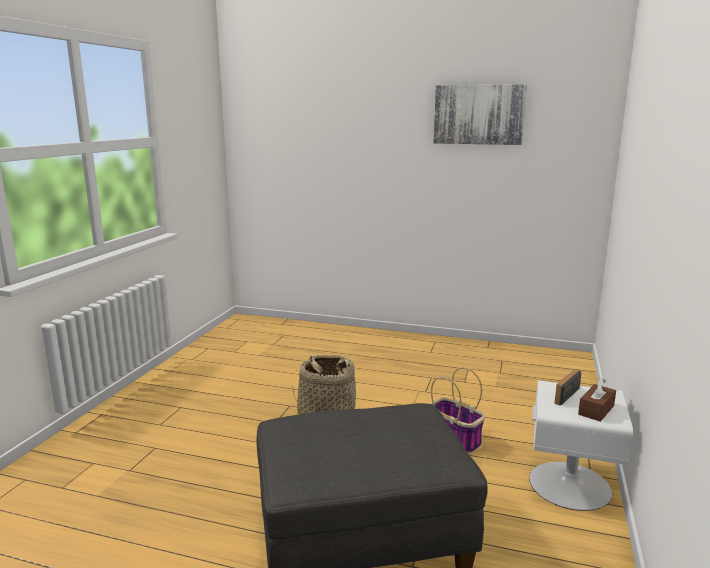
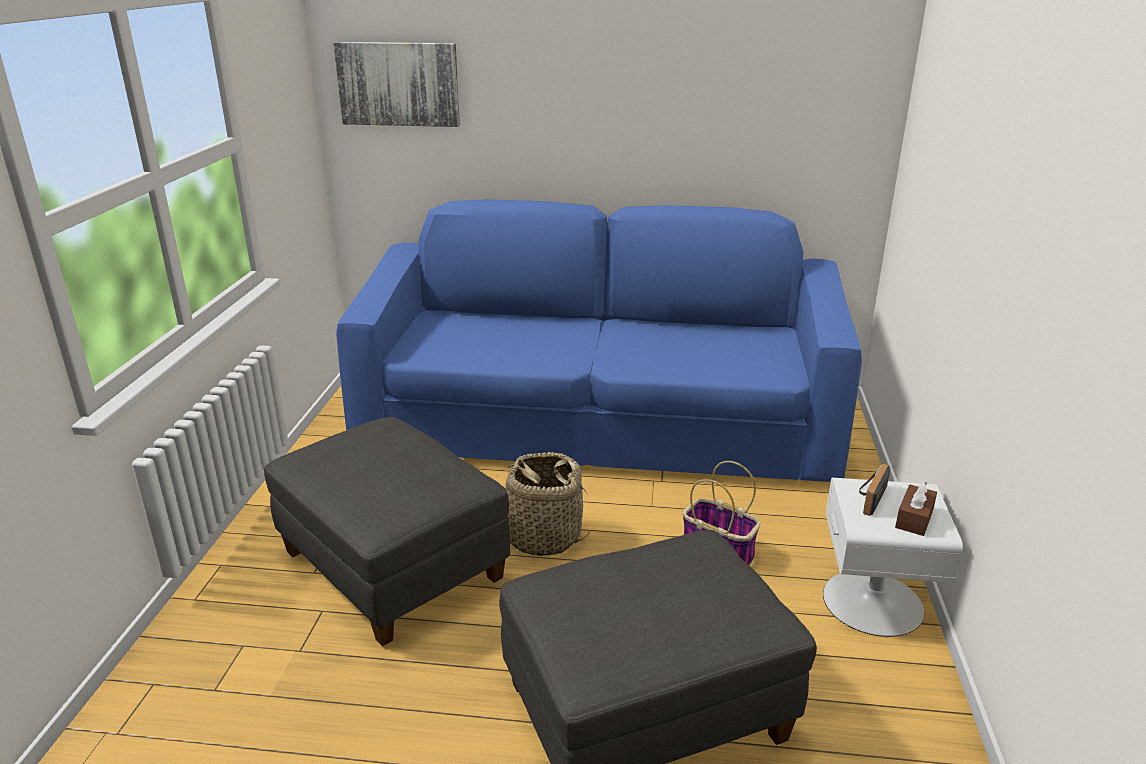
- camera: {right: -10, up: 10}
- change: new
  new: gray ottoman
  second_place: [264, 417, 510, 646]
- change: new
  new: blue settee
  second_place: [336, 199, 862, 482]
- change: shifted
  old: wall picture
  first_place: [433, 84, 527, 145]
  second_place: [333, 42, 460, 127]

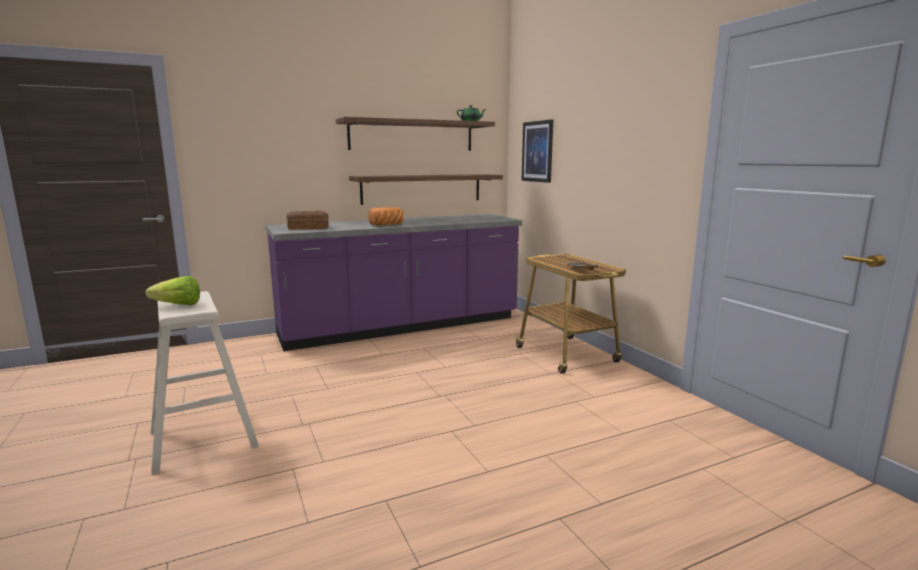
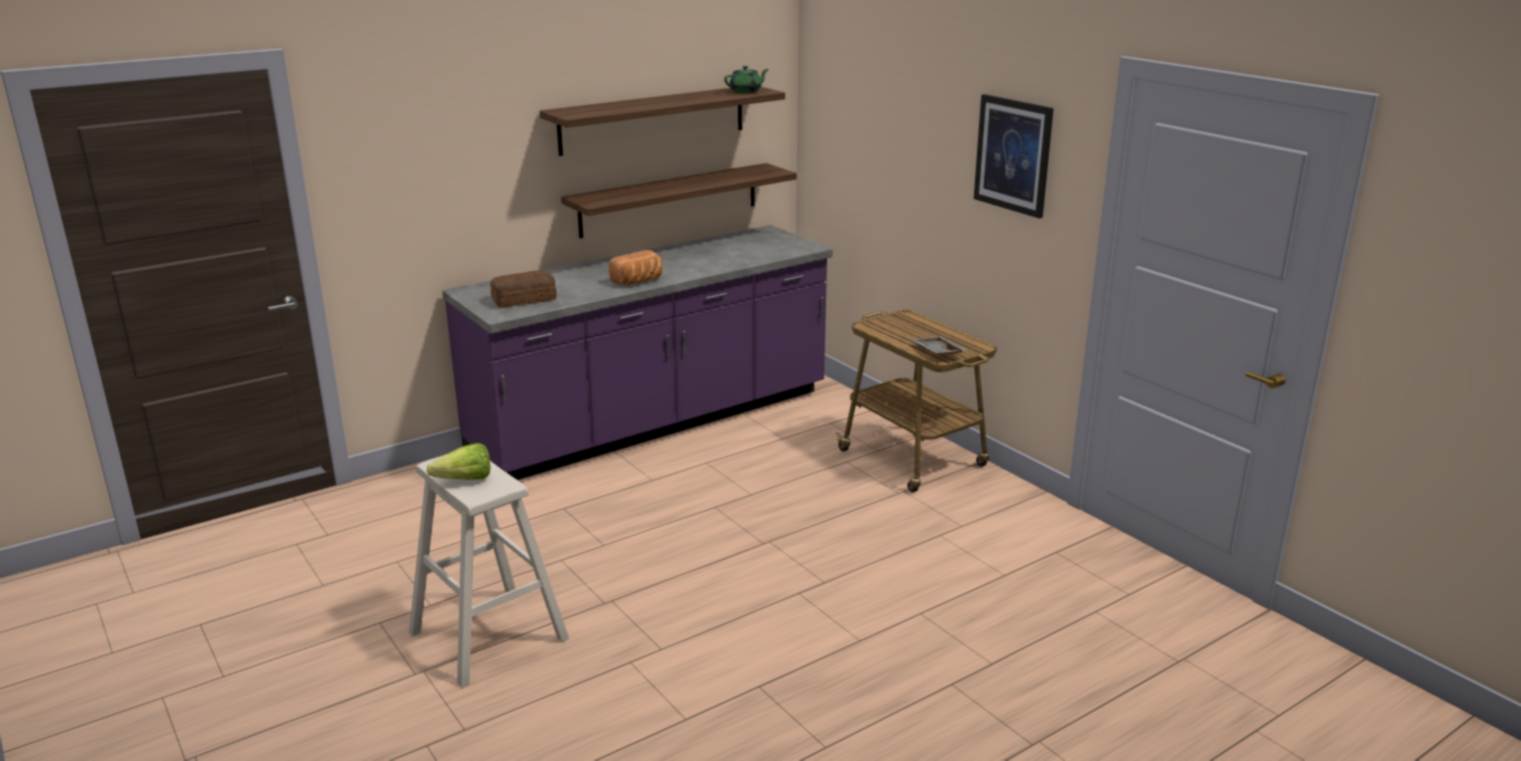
- camera: {right: -10, up: 10}
- change: shifted
  old: wall picture
  first_place: [521, 119, 553, 183]
  second_place: [974, 94, 1054, 219]

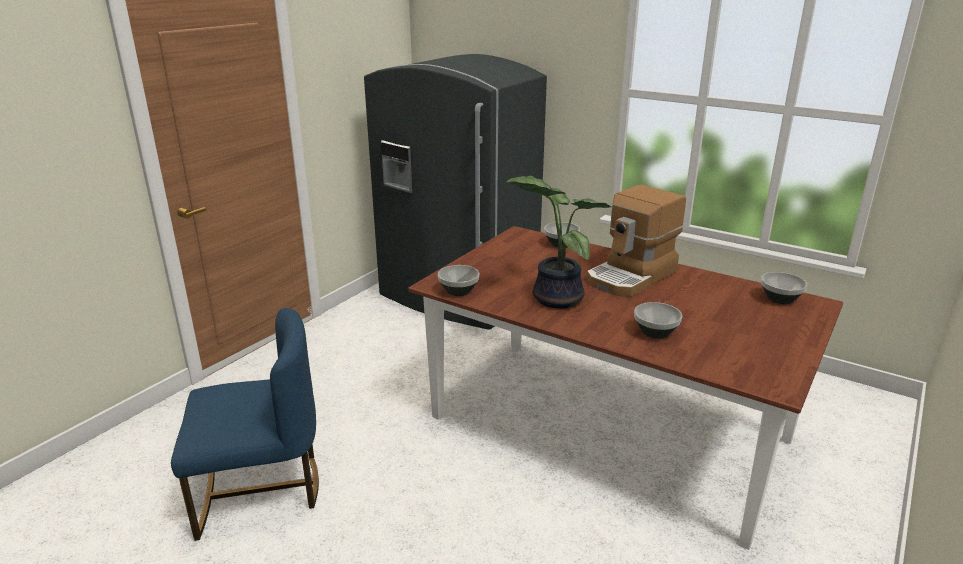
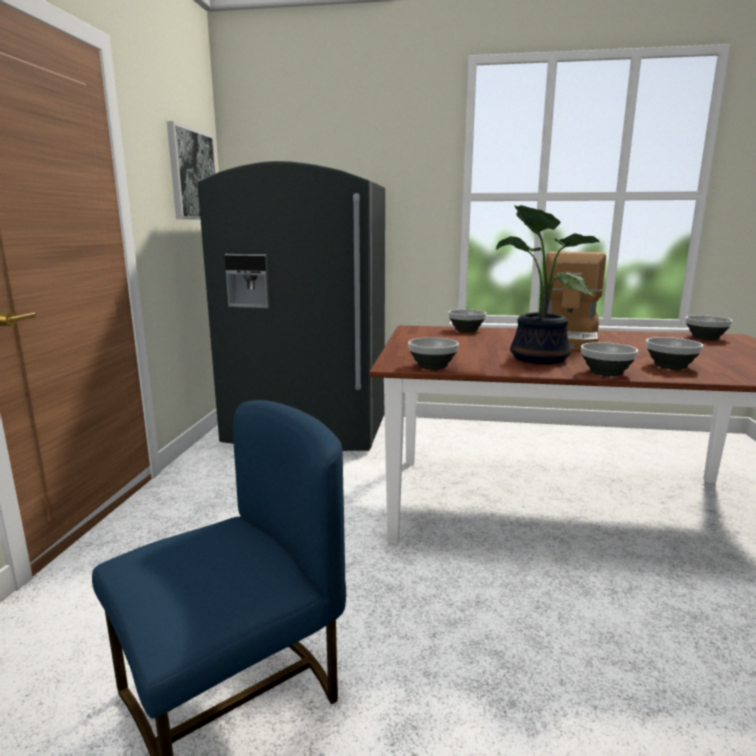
- camera: {right: -25, up: -10}
- change: new
  new: wall picture
  second_place: [167, 121, 217, 220]
- change: new
  new: serving bowl
  second_place: [581, 342, 638, 376]

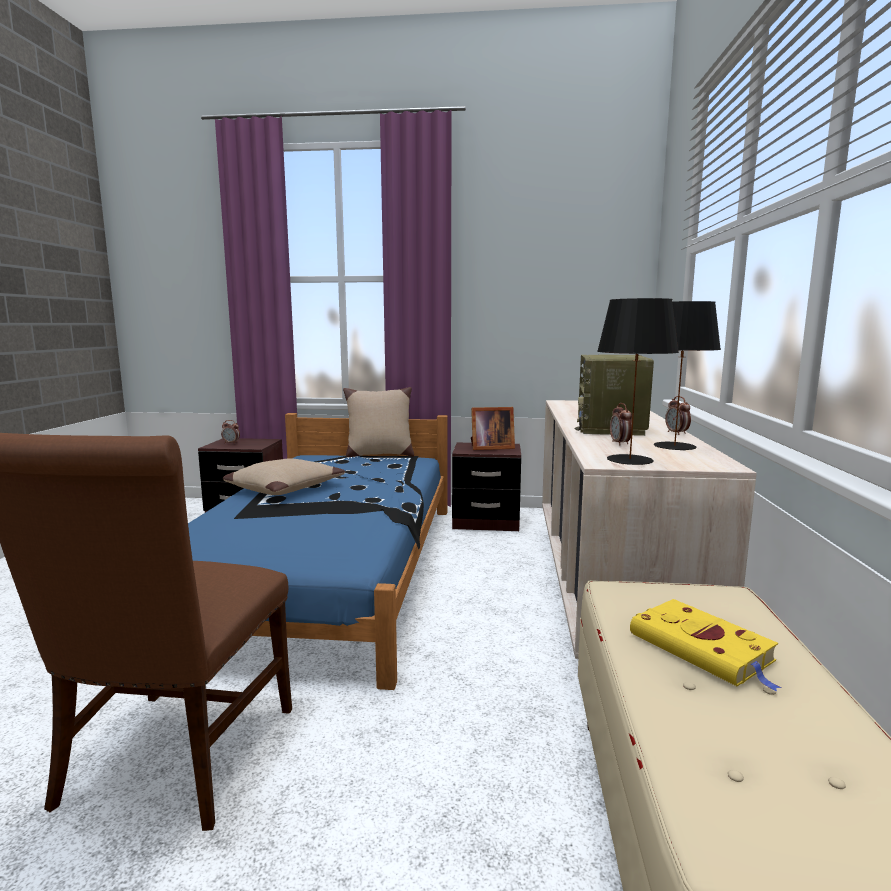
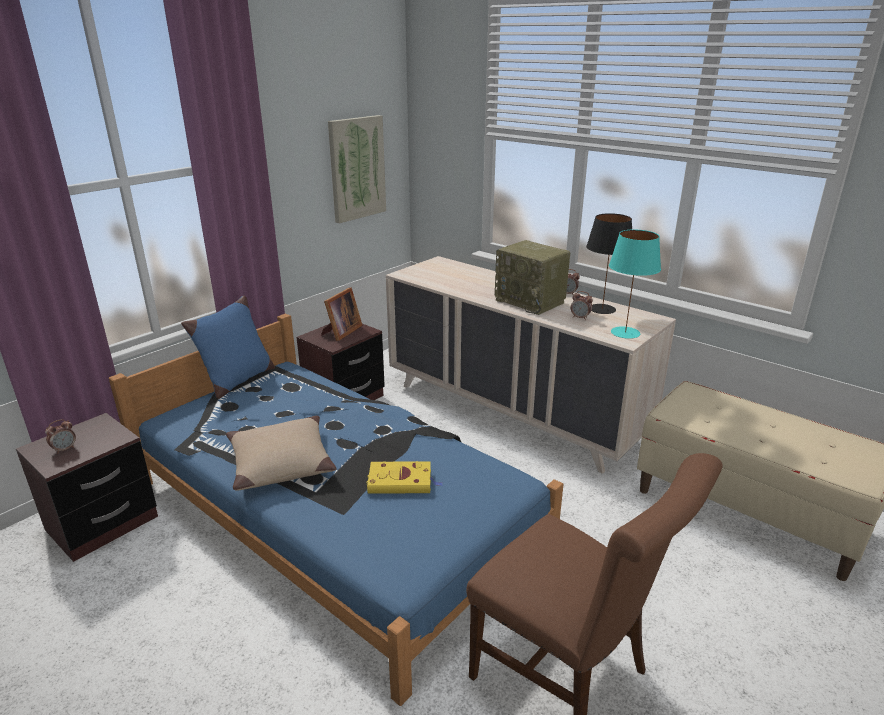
- camera: {right: -55, up: 15}
- change: new
  new: wall picture
  second_place: [328, 115, 386, 224]
- change: shifted
  old: yellowish book
  first_place: [630, 599, 781, 691]
  second_place: [367, 461, 443, 494]
- change: repainted
  old: beige cushion
  new: blue cushion
  first_place: [343, 387, 414, 457]
  second_place: [181, 296, 275, 399]
- change: repainted
  old: blackish tabletop lamp
  new: blue-green tabletop lamp
  first_place: [597, 298, 679, 465]
  second_place: [609, 230, 661, 339]

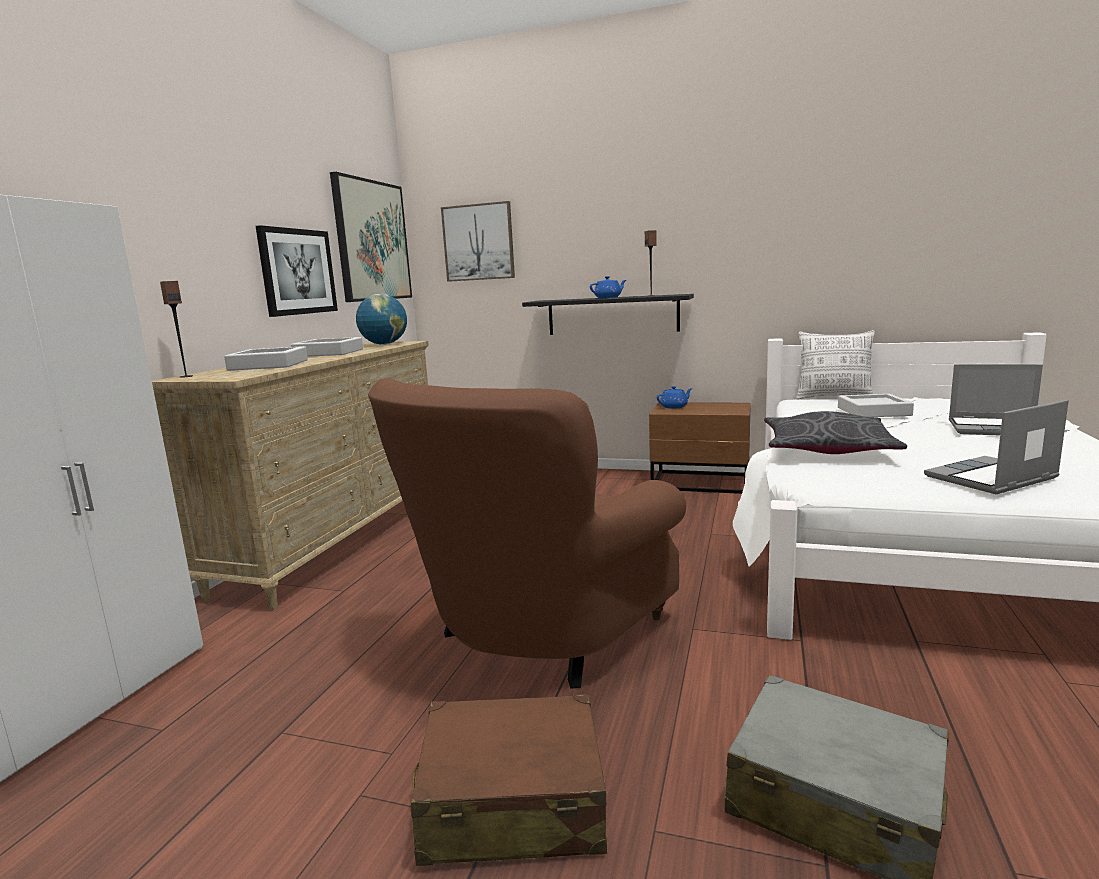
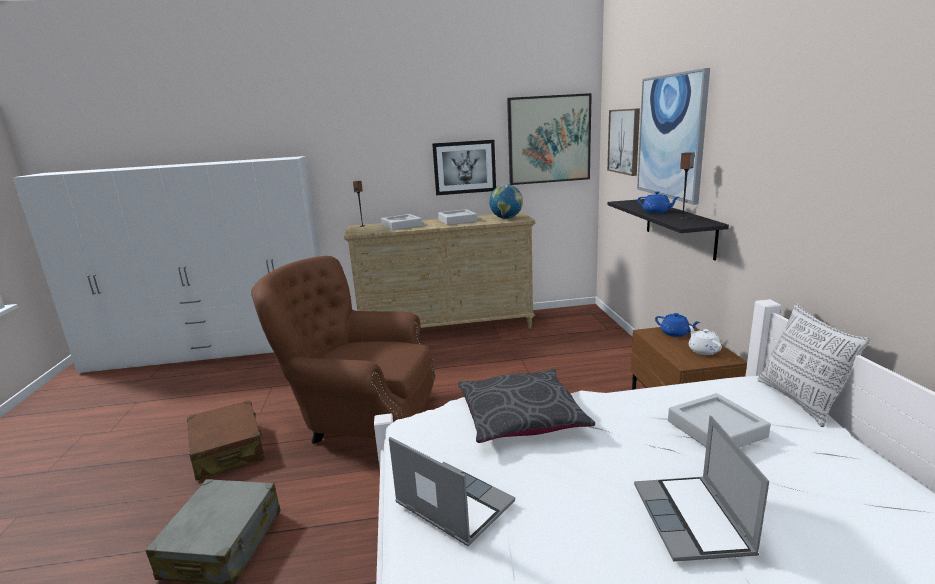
- camera: {right: 65, up: 5}
- change: new
  new: wall picture
  second_place: [637, 68, 710, 205]
- change: new
  new: white pot for tea
  second_place: [689, 325, 722, 355]

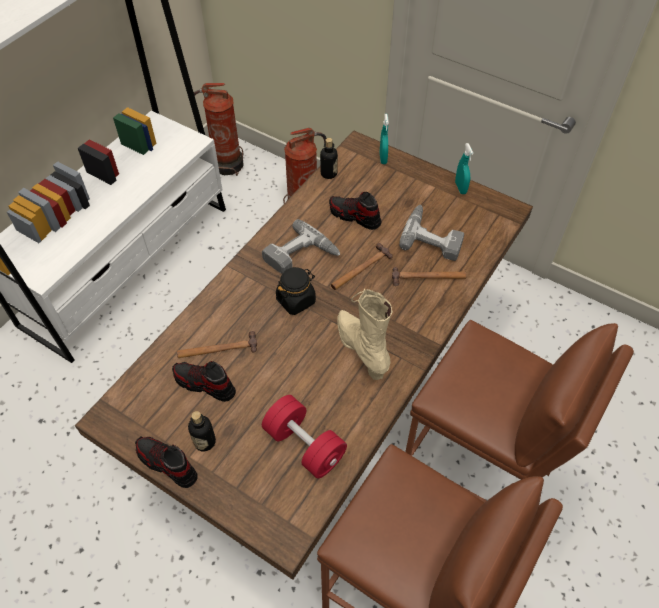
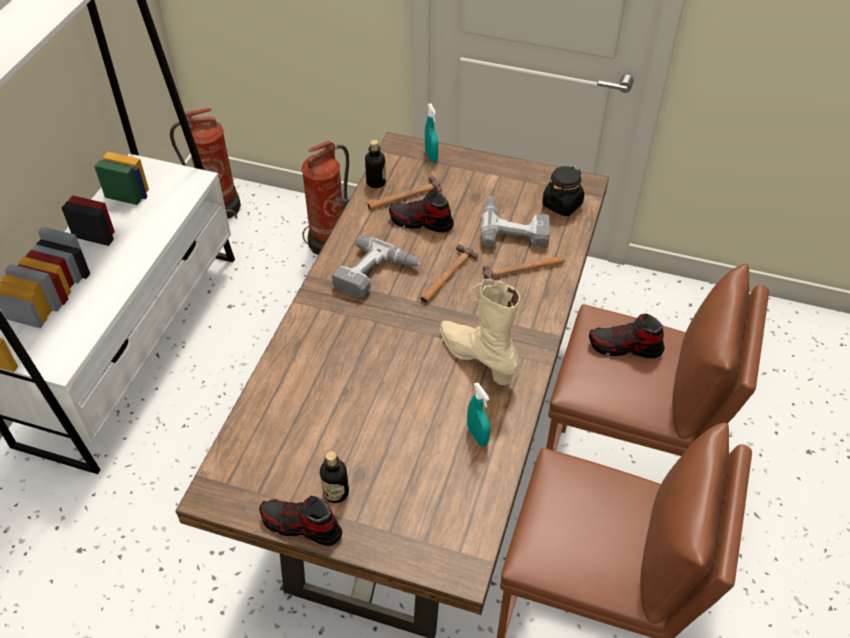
- camera: {right: -15, up: -5}
- change: gone
  old: red-coloured hand weight
  first_place: [262, 395, 347, 479]
- change: shifted
  old: item of footwear
  first_place: [172, 361, 236, 402]
  second_place: [589, 313, 665, 359]
- change: shifted
  old: hand hammer
  first_place: [177, 331, 257, 358]
  second_place: [367, 176, 442, 210]
- change: shifted
  old: blackish storage jar
  first_place: [276, 267, 316, 315]
  second_place: [542, 166, 584, 216]
- change: shifted
  old: blue-green hand sprayer
  first_place: [455, 143, 474, 194]
  second_place: [467, 382, 490, 446]

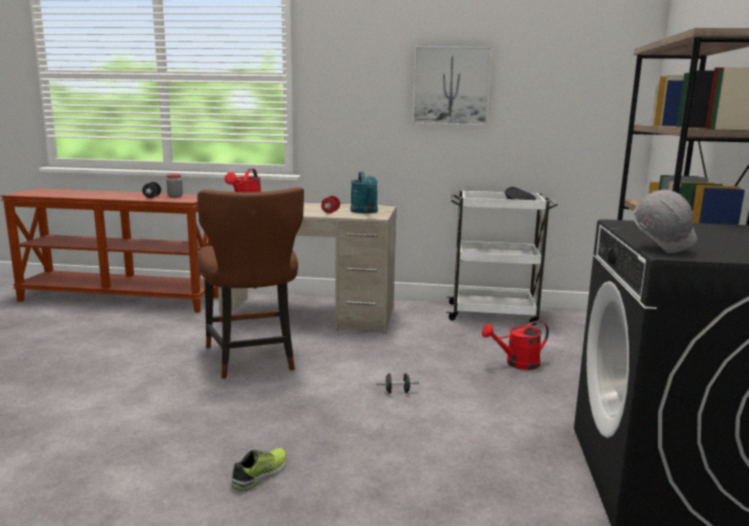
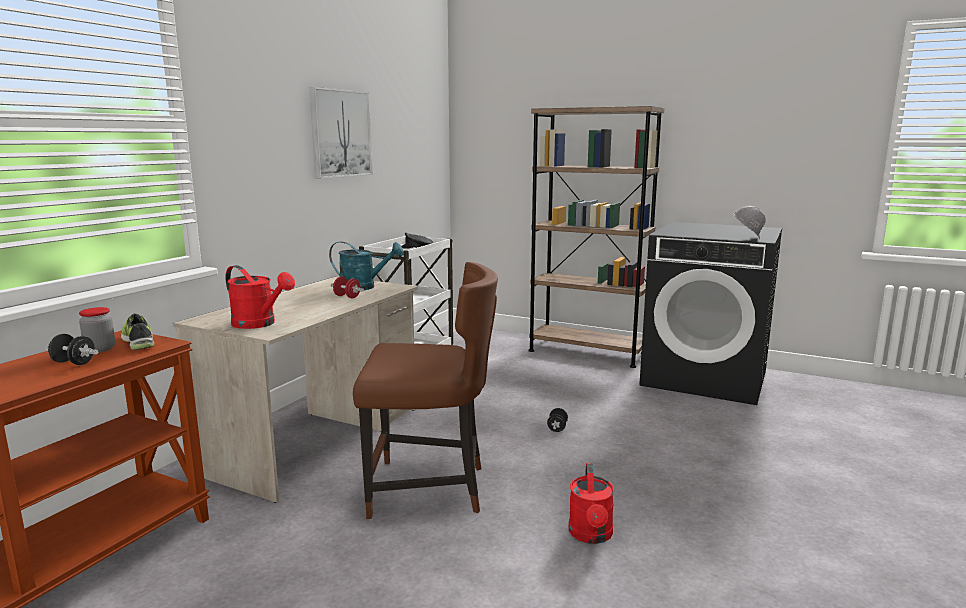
- camera: {right: -70, up: 0}
- change: shifted
  old: item of footwear
  first_place: [231, 448, 287, 491]
  second_place: [121, 313, 154, 350]
- change: shifted
  old: red-coloured sprinkling can
  first_place: [482, 320, 549, 370]
  second_place: [569, 463, 614, 544]

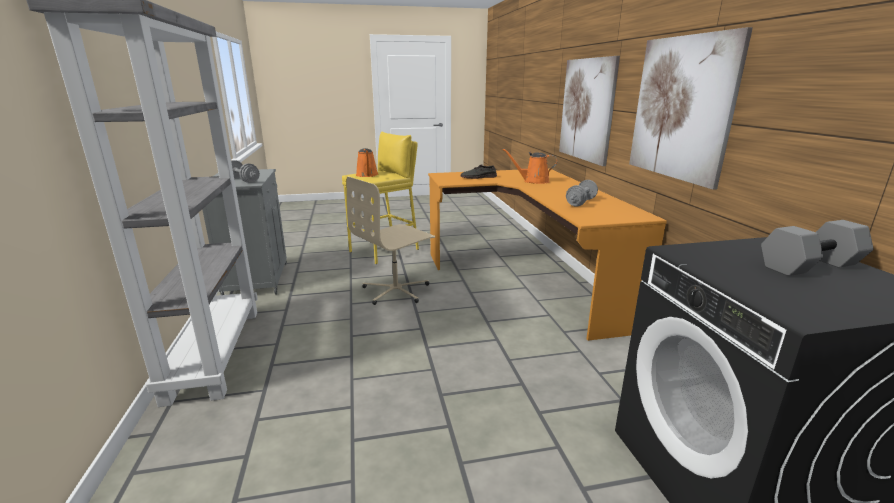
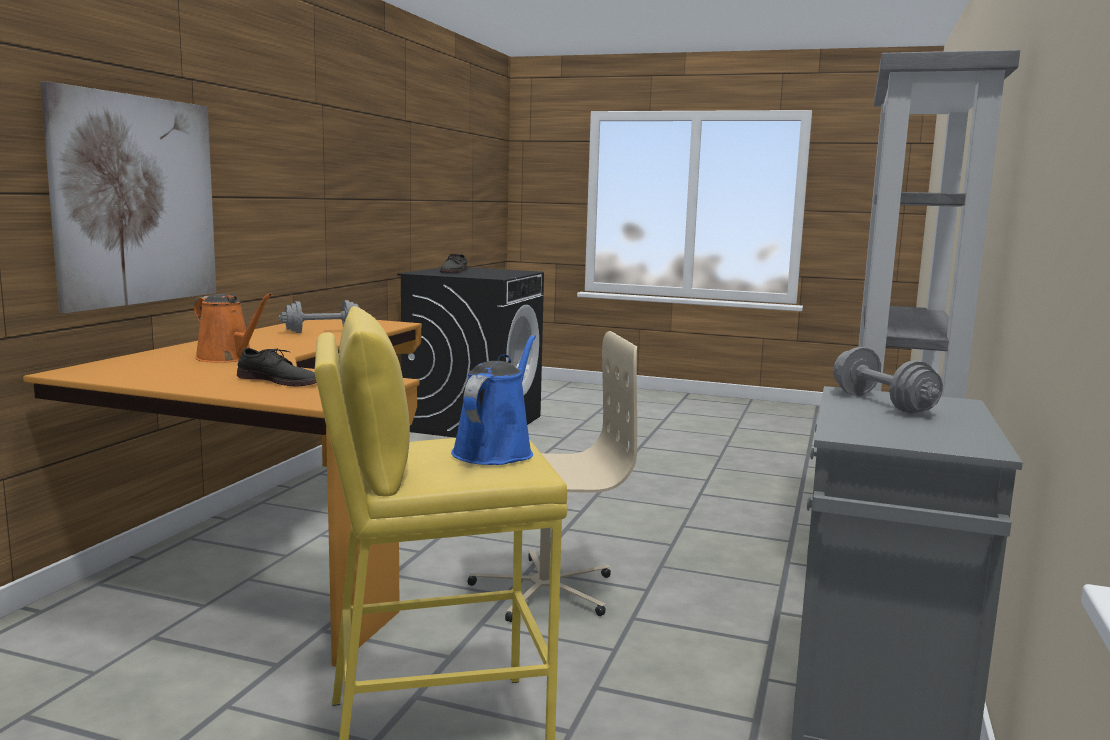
- camera: {right: -150, up: -10}
- change: gone
  old: wall picture
  first_place: [629, 27, 753, 190]
- change: swapped
  old: gray hand weight
  new: gray item of footwear
  first_place: [761, 220, 874, 276]
  second_place: [440, 254, 468, 273]
- change: repainted
  old: orangey sprinkling can
  new: blue sprinkling can
  first_place: [356, 148, 378, 177]
  second_place: [451, 334, 536, 465]

